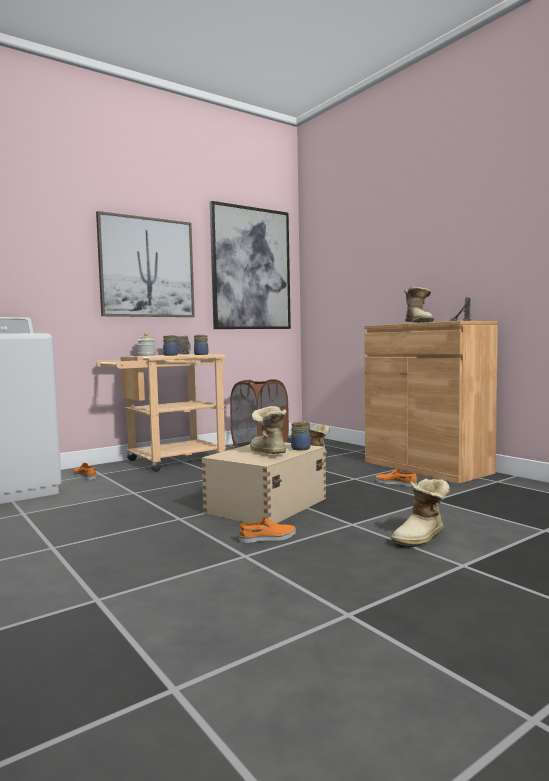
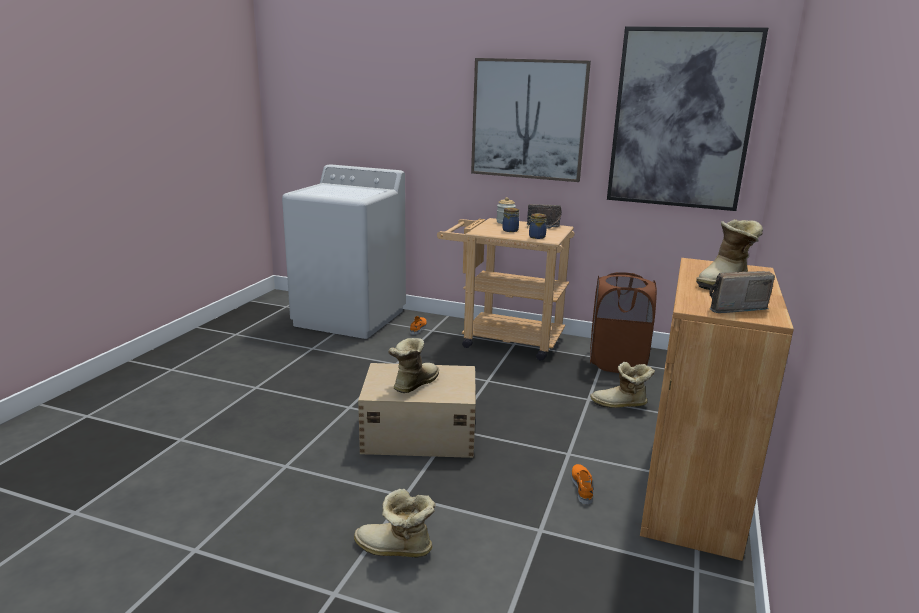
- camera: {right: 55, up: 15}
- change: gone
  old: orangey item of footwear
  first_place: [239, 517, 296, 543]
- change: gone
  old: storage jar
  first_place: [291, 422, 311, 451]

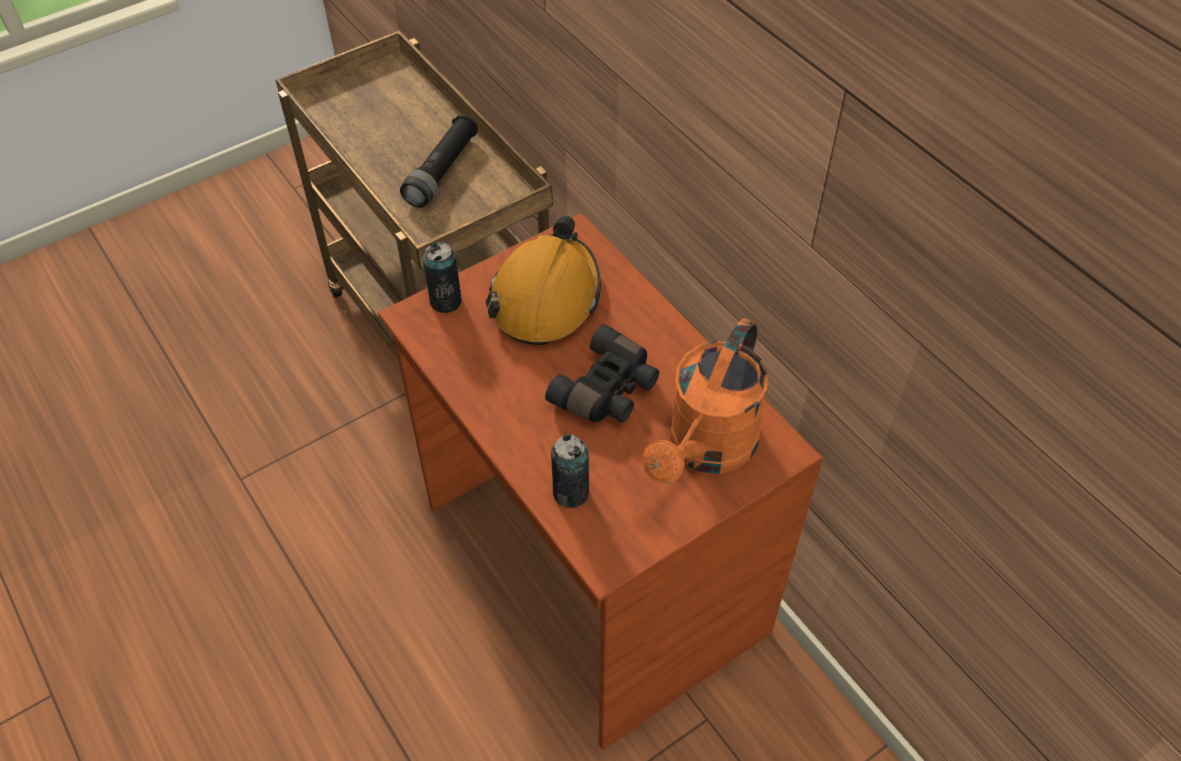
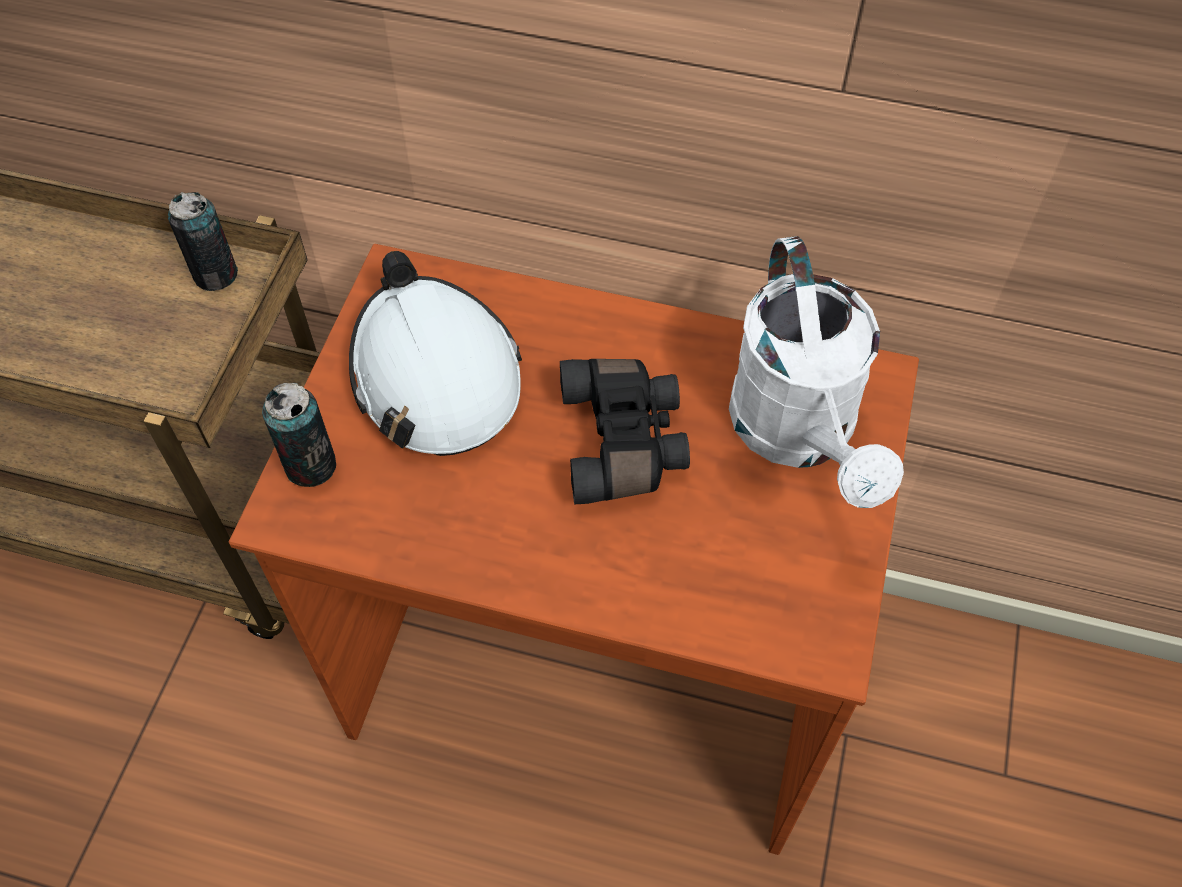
- camera: {right: -40, up: 5}
- change: gone
  old: blackish torch
  first_place: [400, 115, 478, 208]
- change: shifted
  old: can
  first_place: [551, 434, 589, 508]
  second_place: [168, 192, 238, 291]
- change: repainted
  old: orangey work helmet
  new: white work helmet
  first_place: [486, 216, 601, 345]
  second_place: [349, 251, 522, 456]
- change: repainted
  old: orangey sprinkling can
  new: white sprinkling can
  first_place: [642, 318, 768, 484]
  second_place: [729, 236, 904, 508]

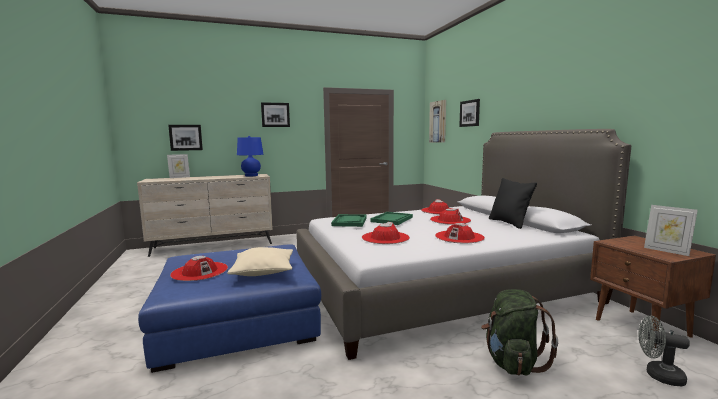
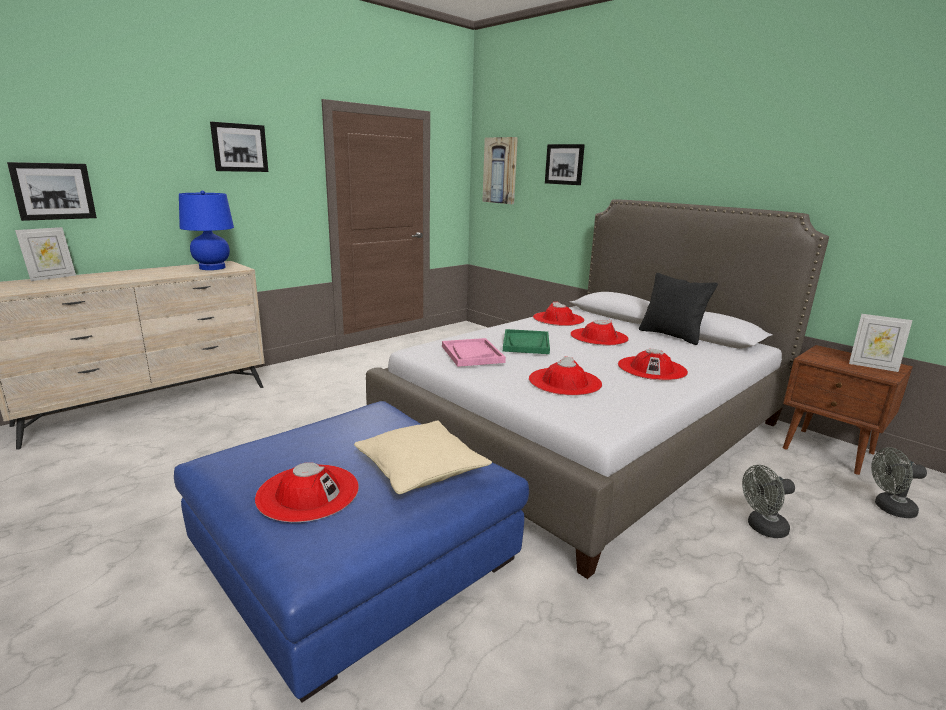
- camera: {right: -25, up: 10}
- change: swapped
  old: green-coloured backpack
  new: gray fan
  first_place: [481, 289, 558, 375]
  second_place: [742, 465, 795, 538]
- change: repainted
  old: green-coloured serving tray
  new: pink-coloured serving tray
  first_place: [331, 214, 367, 227]
  second_place: [442, 338, 506, 367]

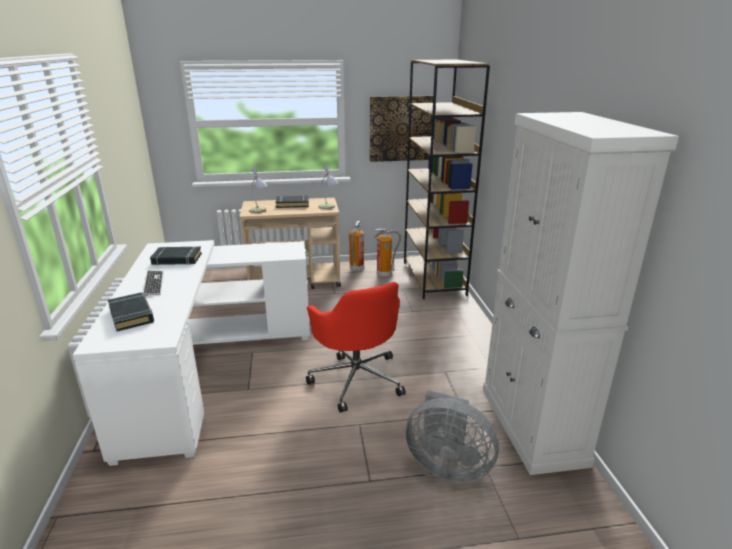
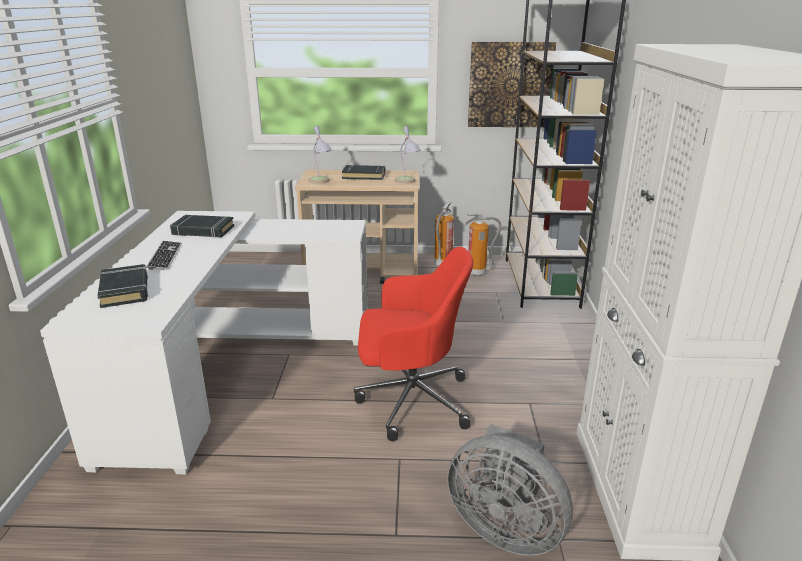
- camera: {right: 10, up: 0}
- change: rotated
  old: red-coloured desk chair
  first_place: [306, 282, 406, 413]
  second_place: [354, 247, 473, 441]
  degrees: -75

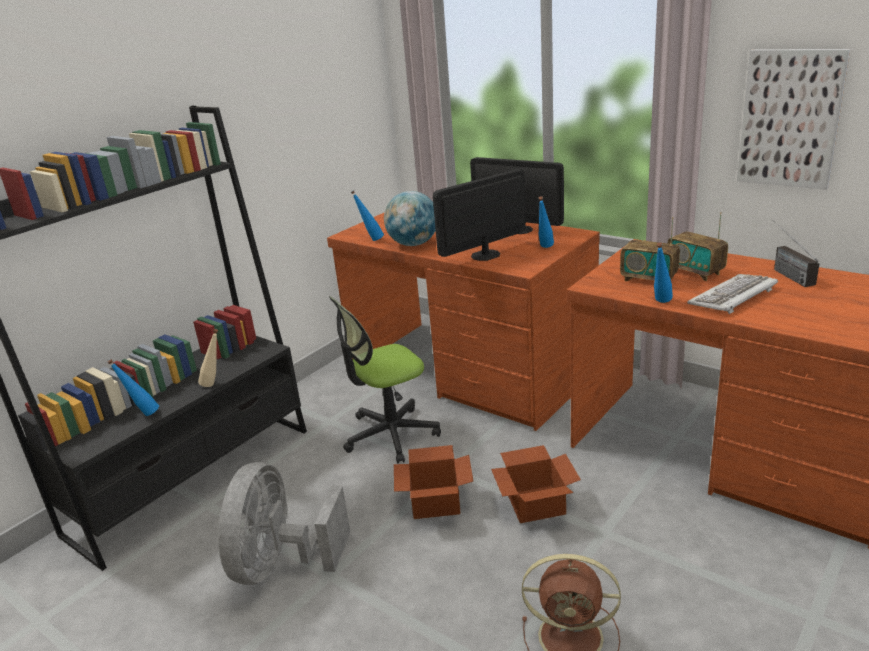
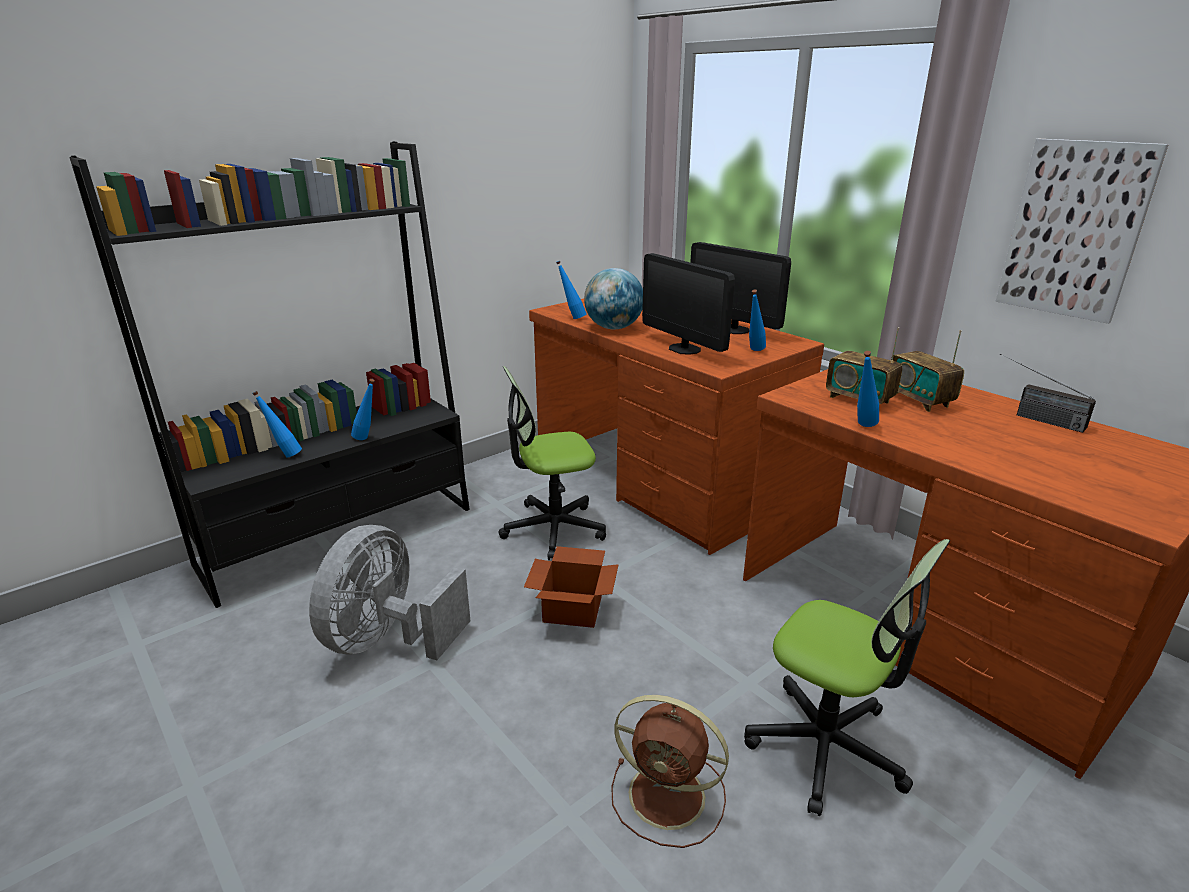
- camera: {right: 10, up: 0}
- change: gone
  old: cardboard box
  first_place: [491, 445, 581, 523]
- change: gone
  old: computer keyboard
  first_place: [687, 274, 778, 314]
- change: new
  new: desk chair
  second_place: [744, 539, 950, 816]
- change: repainted
  old: beige beverage bottle
  new: blue beverage bottle
  first_place: [198, 329, 218, 387]
  second_place: [351, 379, 375, 440]
- change: rotated
  old: computer screen
  first_place: [433, 169, 526, 261]
  second_place: [642, 253, 735, 355]
  degrees: -105
- change: rotated
  old: radio receiver
  first_place: [772, 220, 819, 287]
  second_place: [1000, 354, 1096, 433]
  degrees: -45

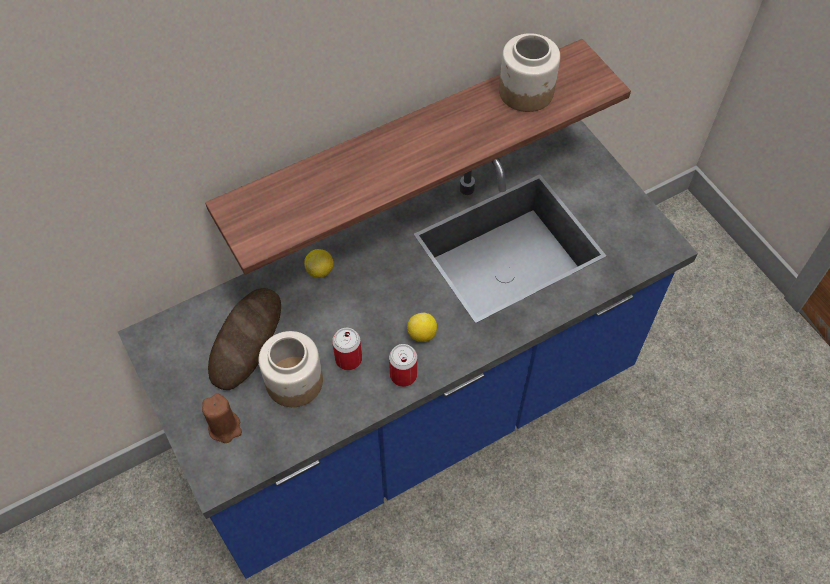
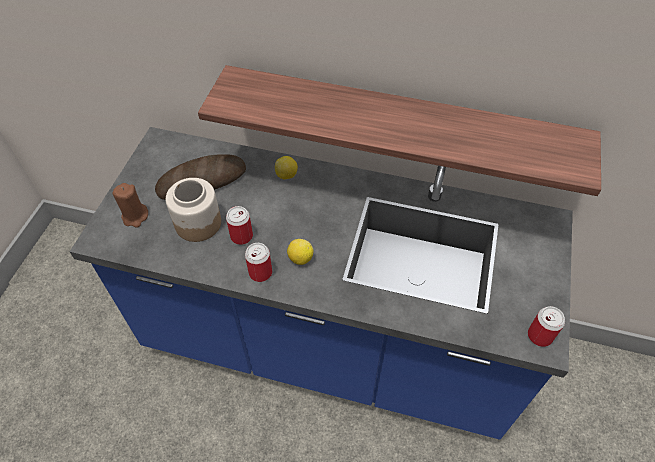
- camera: {right: 45, up: -5}
- change: gone
  old: storage jar
  first_place: [499, 33, 560, 112]
- change: new
  new: can
  second_place: [528, 306, 565, 347]

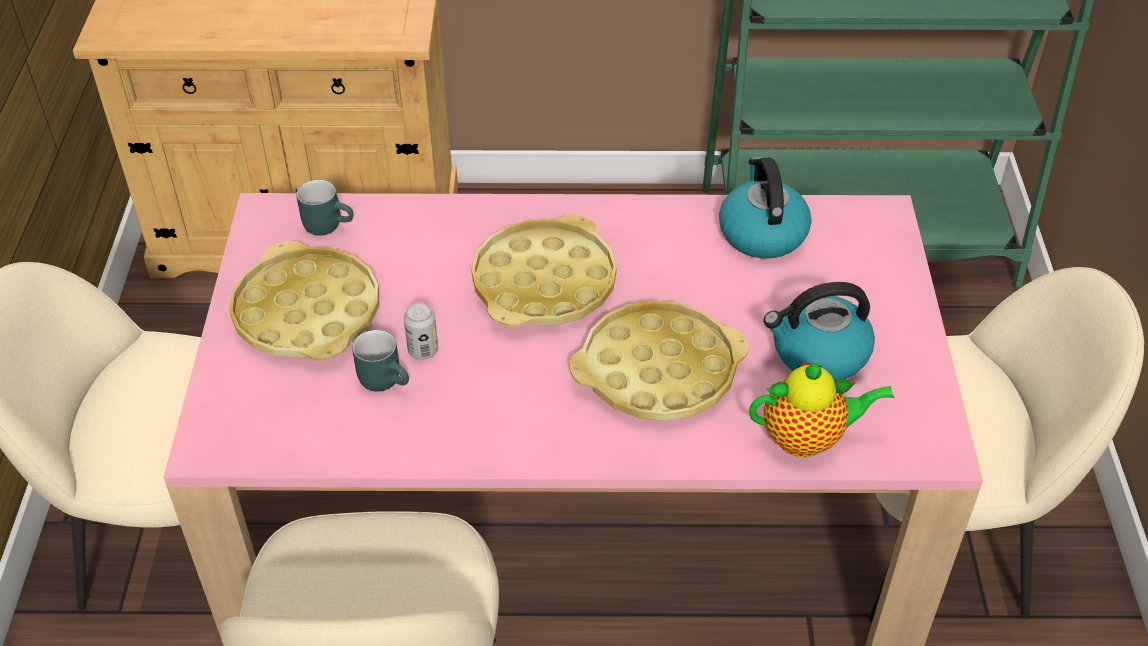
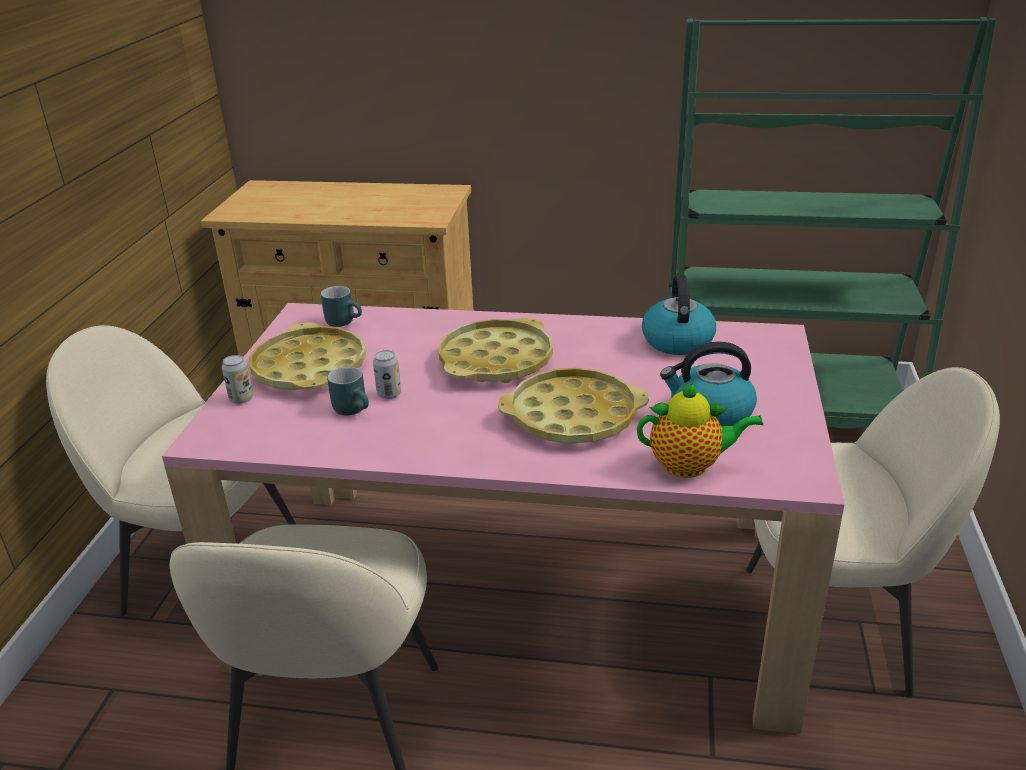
- camera: {right: 10, up: -15}
- change: new
  new: can
  second_place: [222, 355, 253, 404]

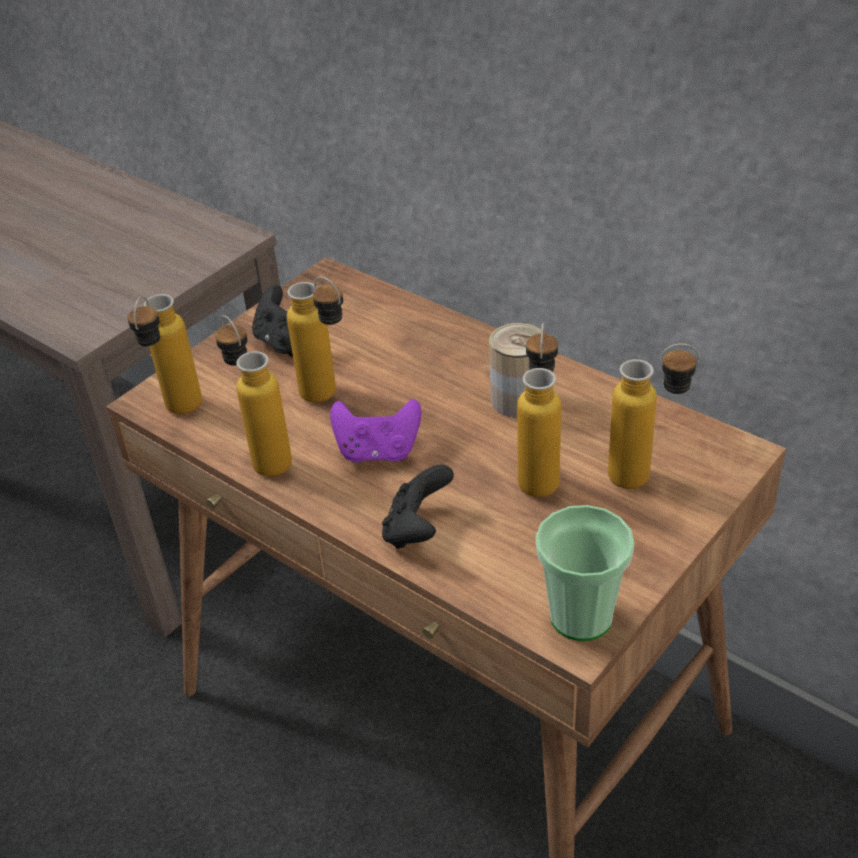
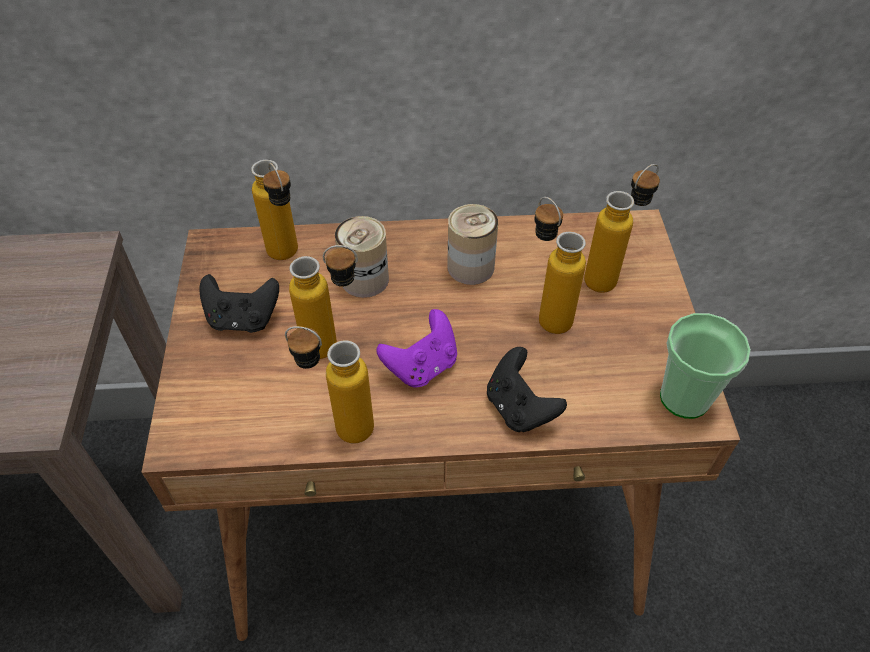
- camera: {right: -45, up: 10}
- change: new
  new: can
  second_place: [335, 216, 389, 298]
- change: shifted
  old: beverage bottle
  first_place: [127, 294, 202, 414]
  second_place: [251, 160, 298, 260]

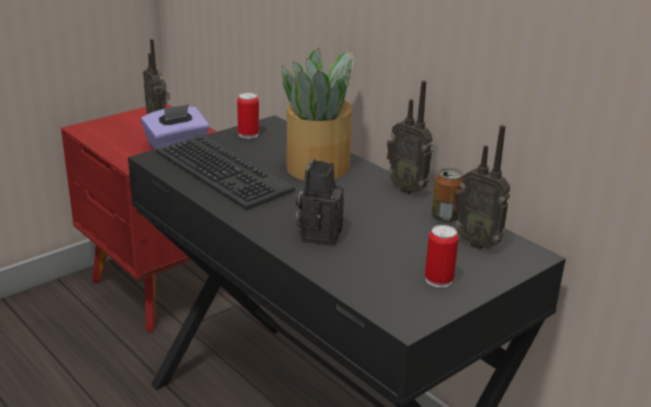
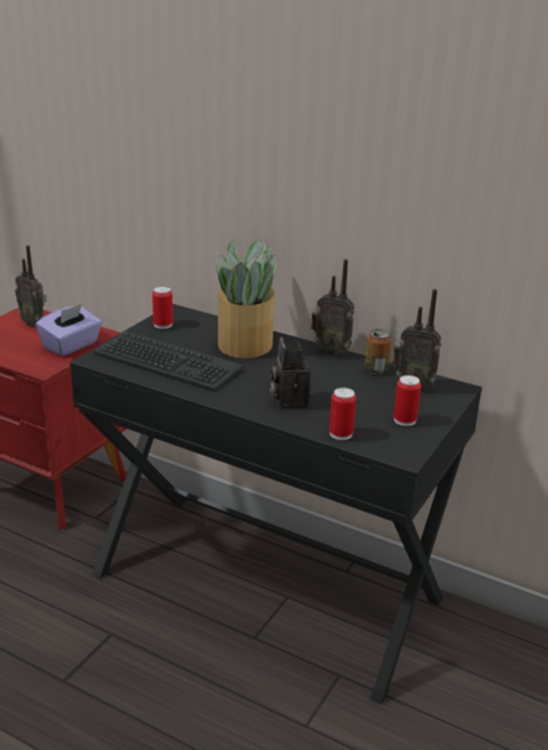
- camera: {right: -20, up: 0}
- change: new
  new: can
  second_place: [329, 388, 356, 440]

